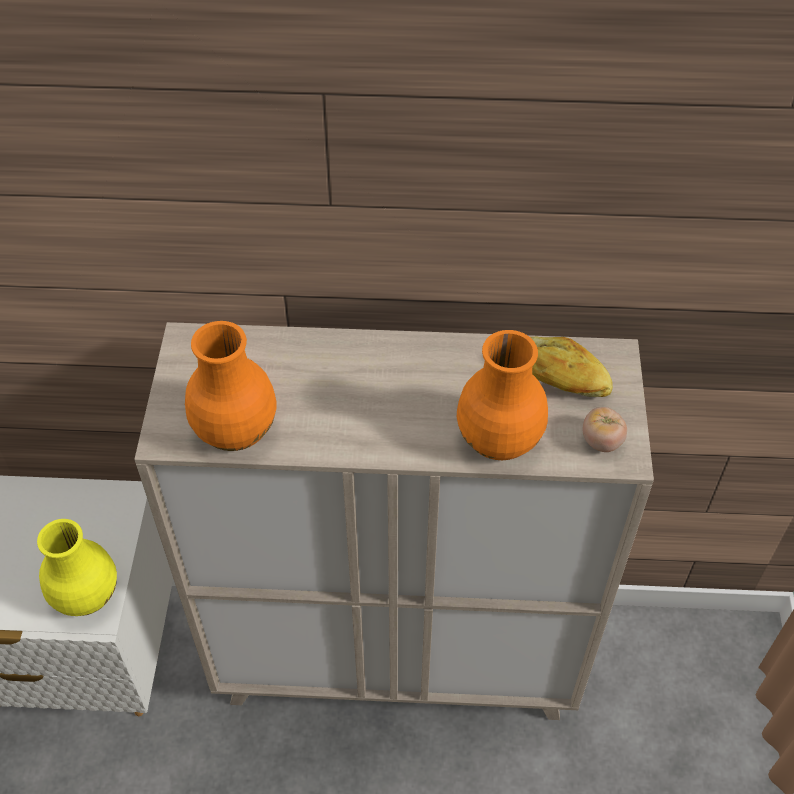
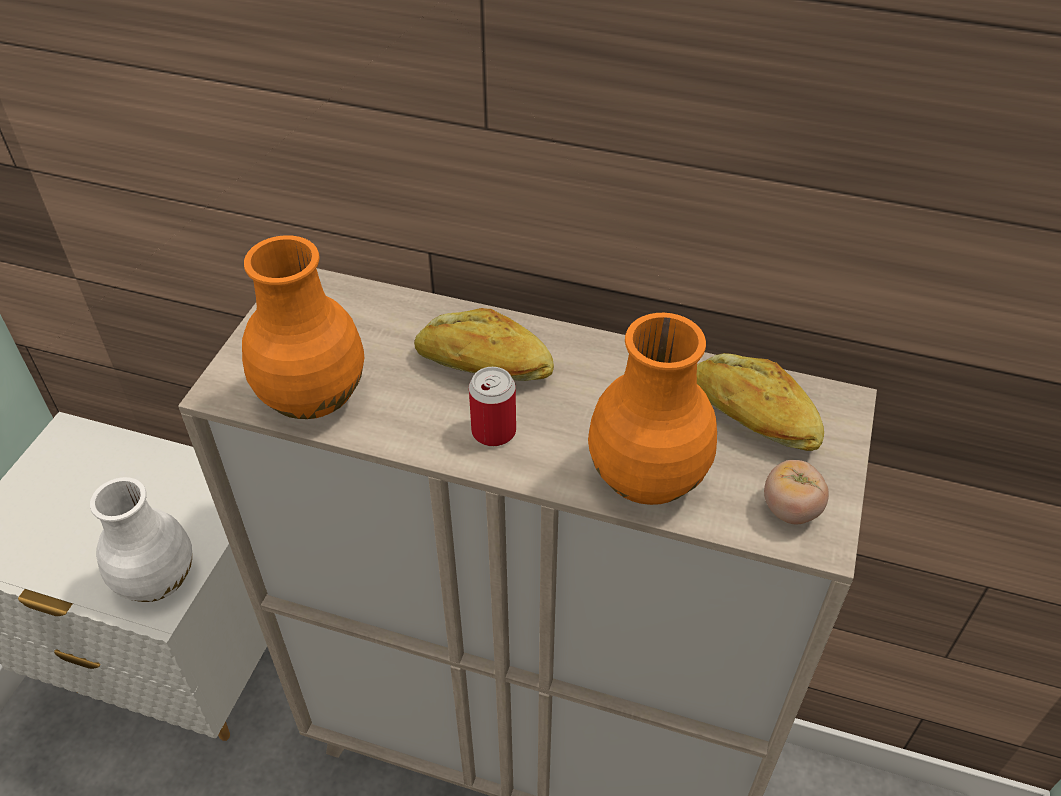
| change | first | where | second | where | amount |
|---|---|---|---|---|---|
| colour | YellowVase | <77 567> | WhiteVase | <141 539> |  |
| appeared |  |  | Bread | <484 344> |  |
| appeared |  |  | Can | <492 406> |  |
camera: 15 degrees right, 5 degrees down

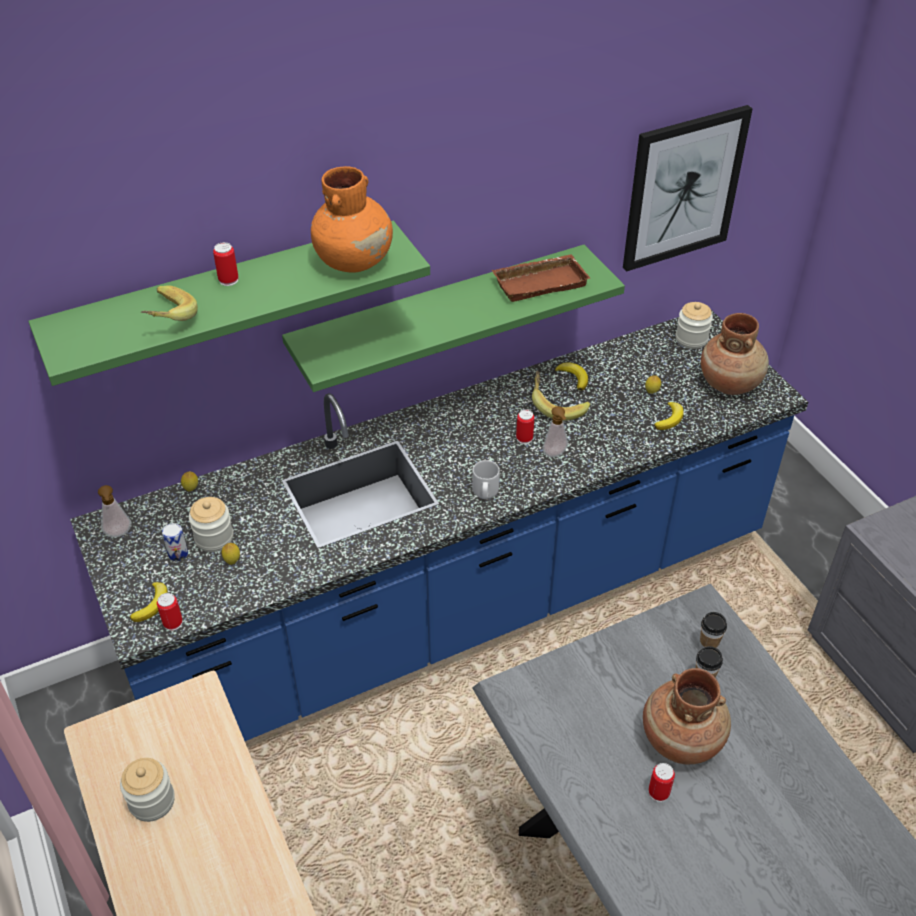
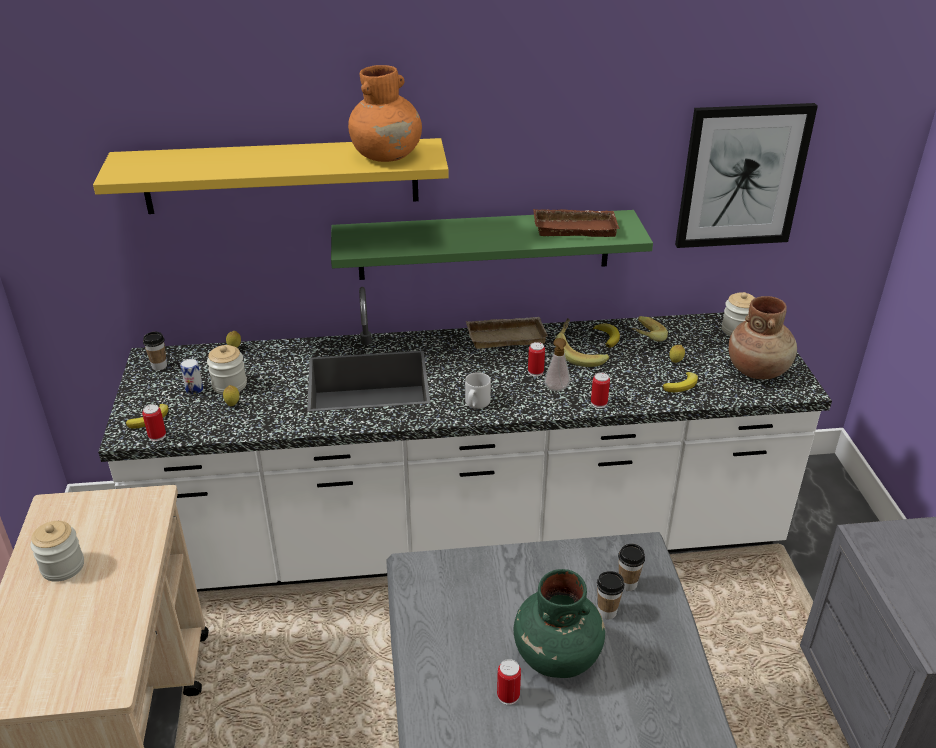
| change | first | where | second | where | amount |
|---|---|---|---|---|---|
| colour | GreenShelf | <229 303> | YellowShelf | <271 176> |  |
| colour | BlueCounter | <439 525> | WhiteCounter | <465 439> |  |
| exchanged | SoapDispenser | <114 511> | Cup | <155 351> |  |
| appeared |  |  | BeigeTray | <507 333> |  |
| colour | BrownVase | <687 716> | GreenVase | <559 623> |  |
| relocated | Can | <225 264> |  | <600 390> |  |
| relocated | Banana | <169 303> |  | <649 329> |  |
camera: 20 degrees right, 10 degrees down

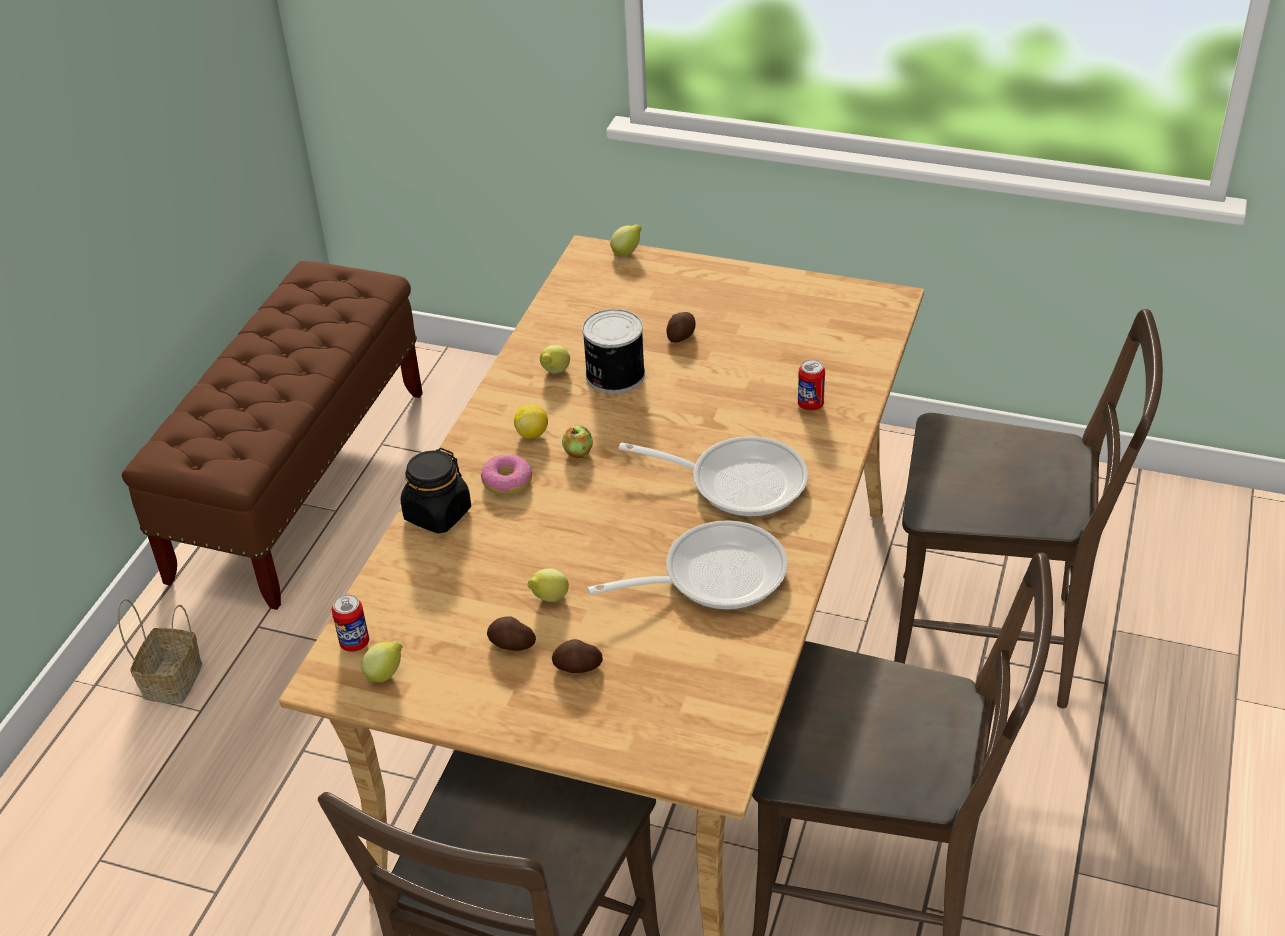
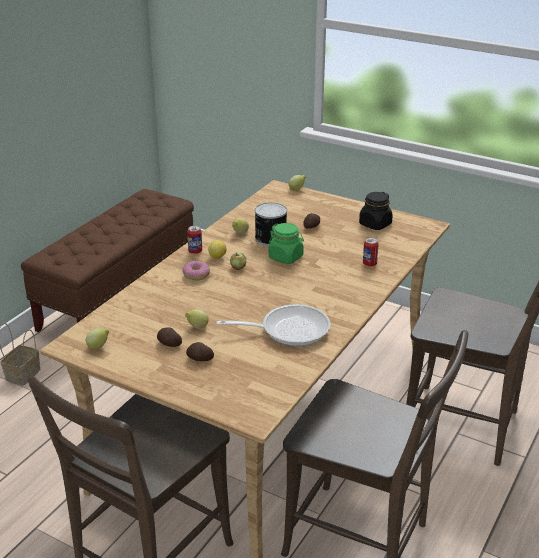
| change | first | where | second | where | amount |
|---|---|---|---|---|---|
| relocated | Can | <350 623> |  | <194 240> |  |
| appeared |  |  | GreenJar | <286 243> |  |
| relocated | BlackJar | <436 491> |  | <376 211> |  |
| missing | FryingPan | <713 476> |  |  |  |
camera: 10 degrees right, 10 degrees down

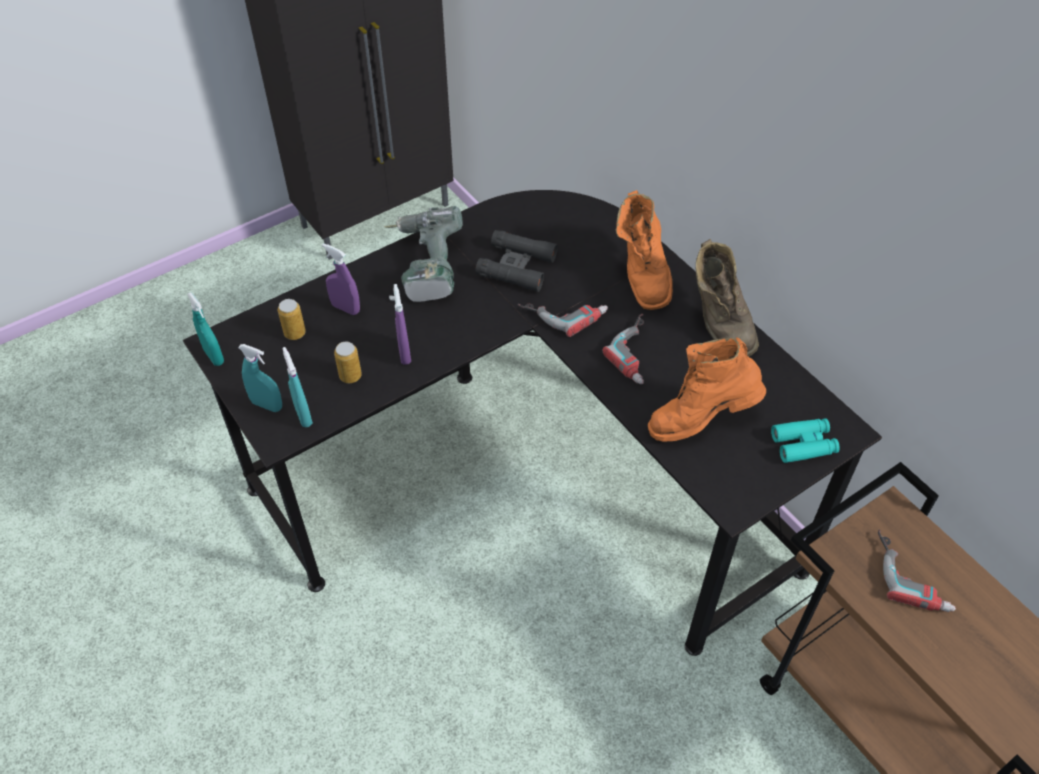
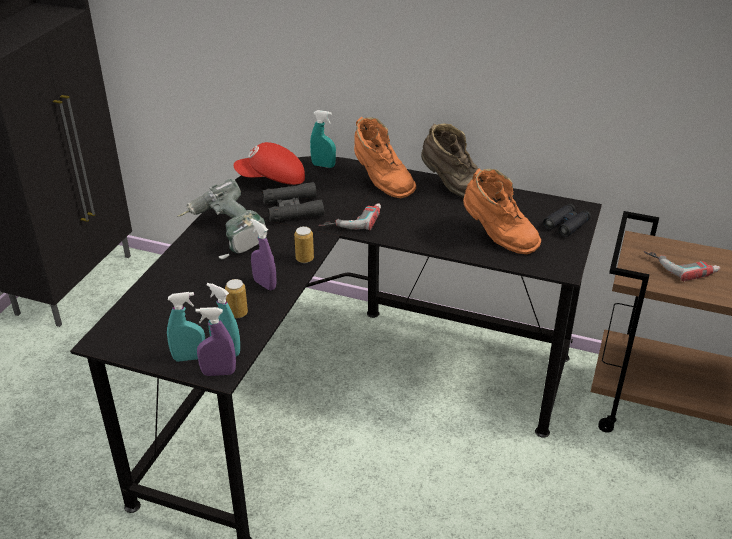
| change | first | where | second | where | amount |
|---|---|---|---|---|---|
| relocated | PurpleSprayBottle | <341 279> |  | <216 341> |  |
| appeared |  |  | RedCap | <269 163> |  |
| relocated | Can | <292 319> |  | <304 244> |  |
| relocated | TurquoiseSprayBottle | <205 329> |  | <323 139> |  |
| spun | OrangeBoot | <707 390> |  | <502 211> | 90 degrees counterclockwise |
| colour | TurquoiseBinoculars | <805 440> | BlackBinoculars | <567 220> |  |
| missing | PowerDrill | <623 349> |  |  |  |
camera: 35 degrees left, 15 degrees down

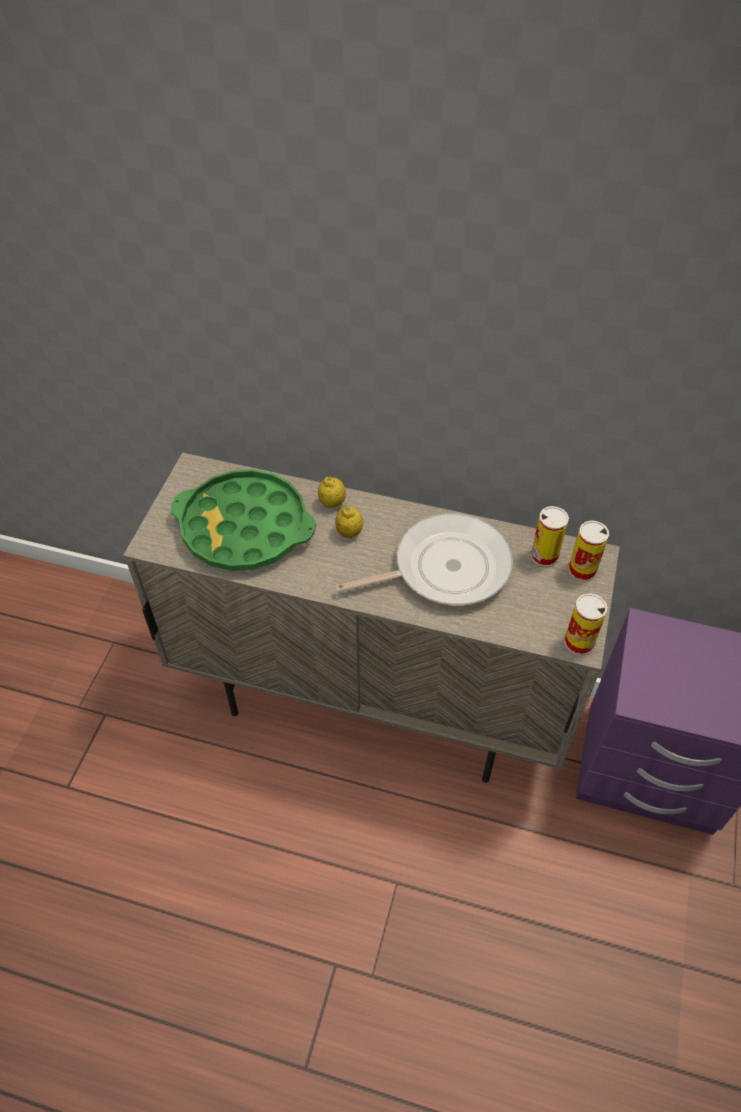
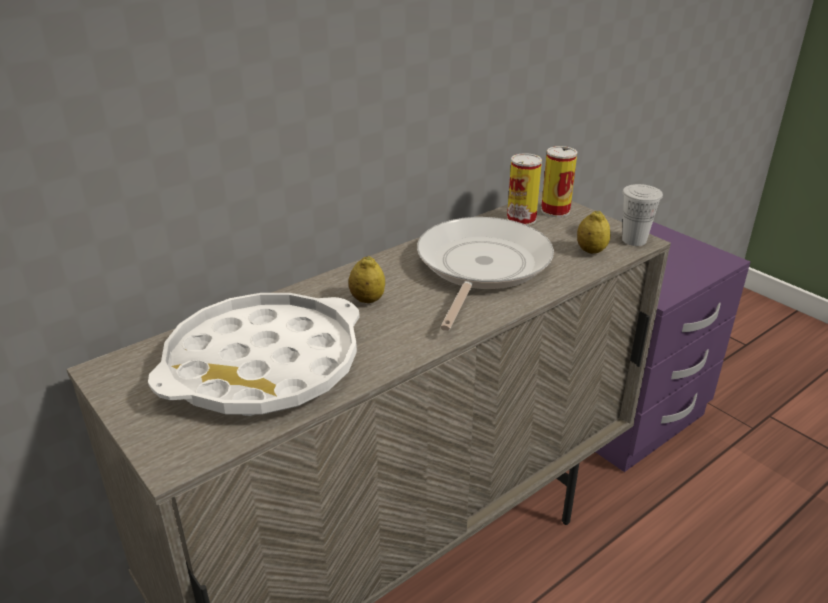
| change | first | where | second | where | amount |
|---|---|---|---|---|---|
| colour | GreenTray | <243 520> | WhiteTray | <254 354> |  |
| relocated | Lemon | <332 492> |  | <593 232> |  |
| exchanged | Can | <585 624> | WhiteCup | <642 215> |  |
camera: 55 degrees left, 20 degrees down

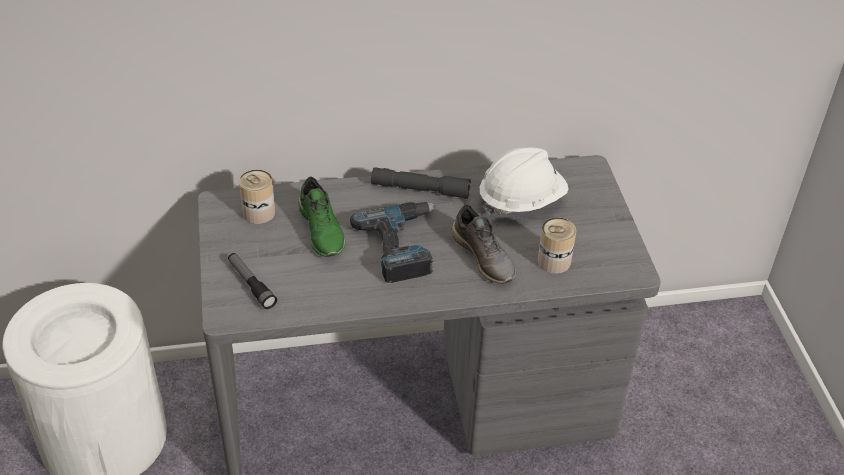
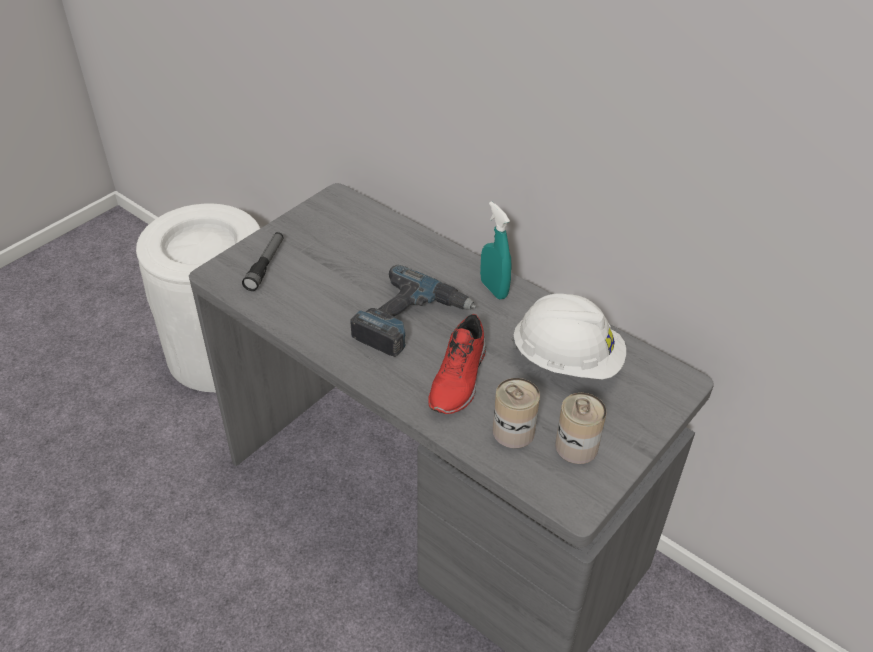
| change | first | where | second | where | amount |
|---|---|---|---|---|---|
| colour | GreyShoe | <483 244> | RedShoe | <457 364> |  |
| exchanged | GreyFlashlight | <421 183> | TurquoiseSprayBottle | <496 250> |  |
| relocated | Can | <257 197> |  | <580 428> |  |
| missing | GreenShoe | <321 216> |  |  |  |
camera: 50 degrees right, 0 degrees up

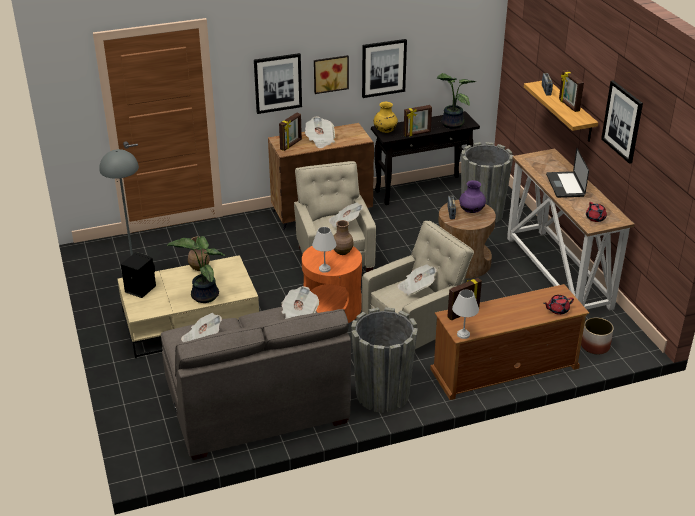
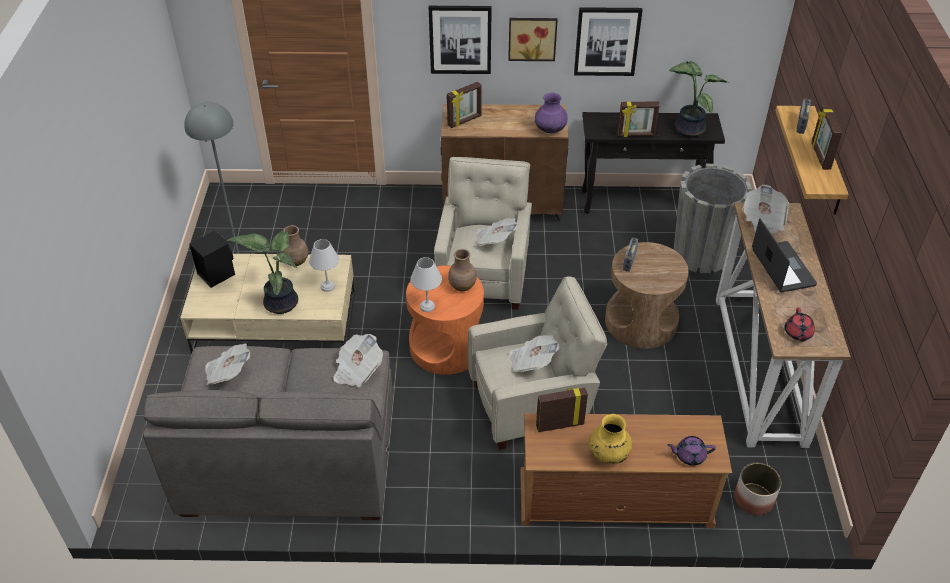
| change | first | where | second | where | amount |
|---|---|---|---|---|---|
| relocated | WhiteTableLamp | <465 314> |  | <324 265> |  |
| relocated | PurpleVase | <472 196> |  | <551 113> |  |
| relocated | YellowVase | <385 117> |  | <610 439> |  |
| colour | RedTeapot | <558 305> | PurpleTeapot | <691 451> |  |
| relocated | Newspaper | <320 132> |  | <766 209> |  |
| spun | Laptop | <567 173> |  | <784 255> | 150 degrees clockwise |
| missing | GreyPlanter | <384 360> |  |  |  |
| missing | Picture | <622 122> |  |  |  |
camera: 20 degrees right, 10 degrees up

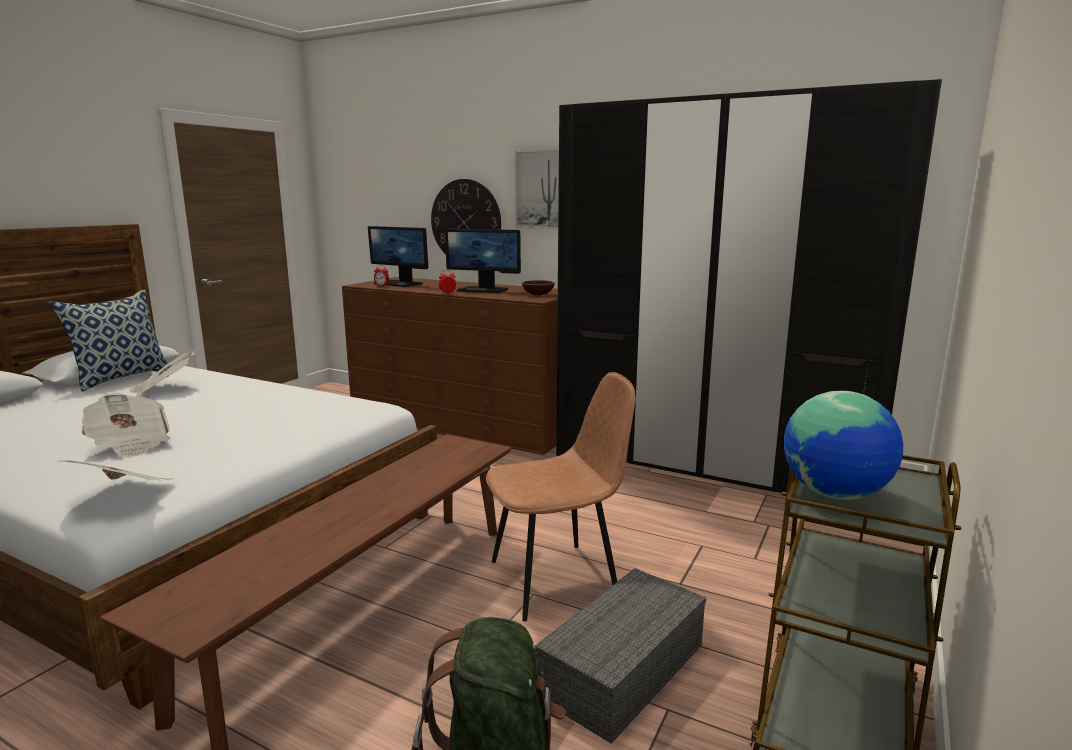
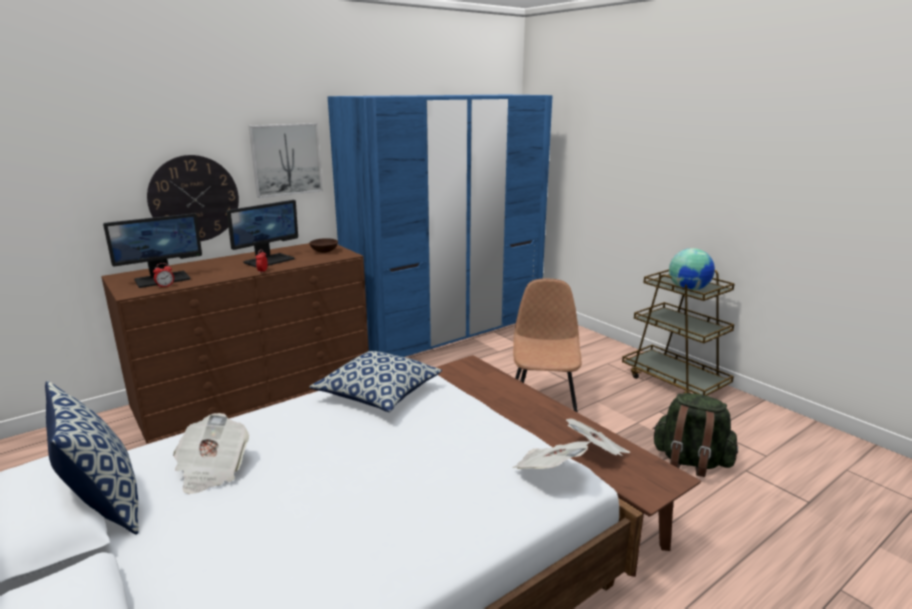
| change | first | where | second | where | amount |
|---|---|---|---|---|---|
| appeared |  |  | Pillow | <375 381> |  |
| colour | BlackWardrobe | <749 286> | BlueWardrobe | <440 226> |  |
| relocated | Newspaper | <126 425> |  | <598 437> |  |
| missing | GreyStorageBox | <620 656> |  |  |  |
camera: 65 degrees left, 5 degrees up

